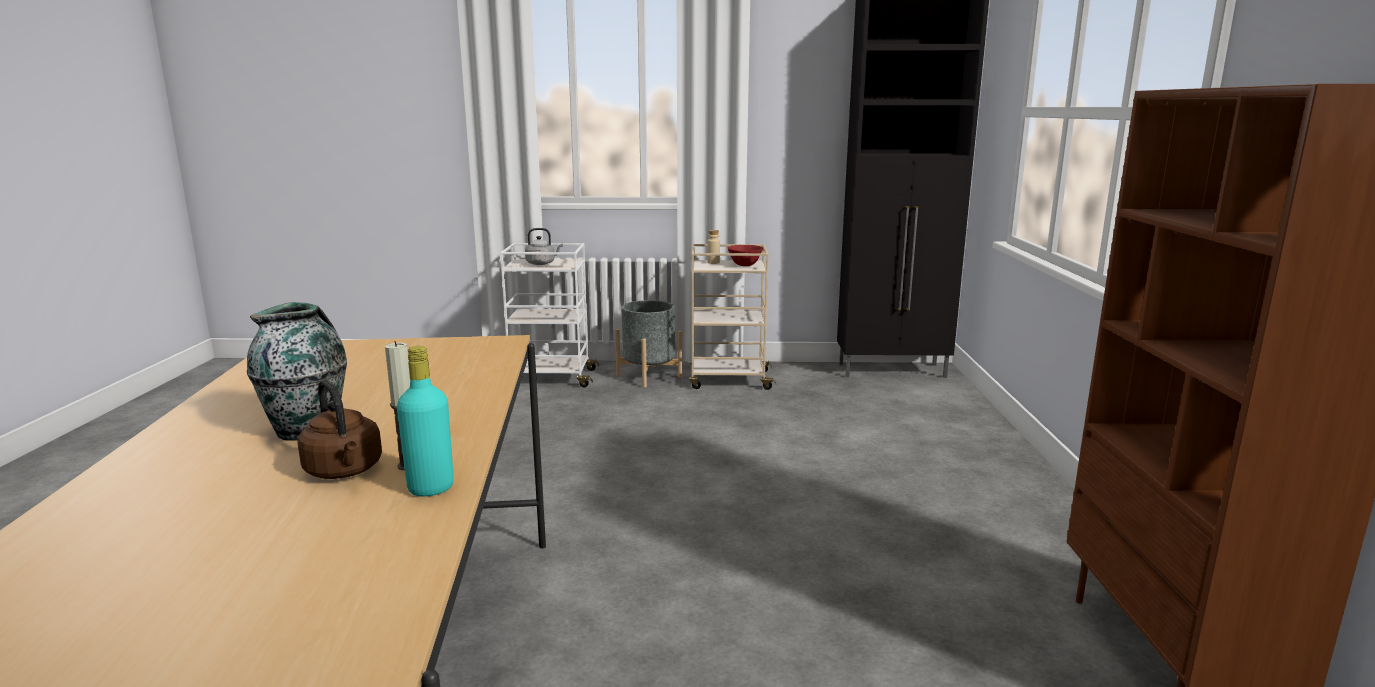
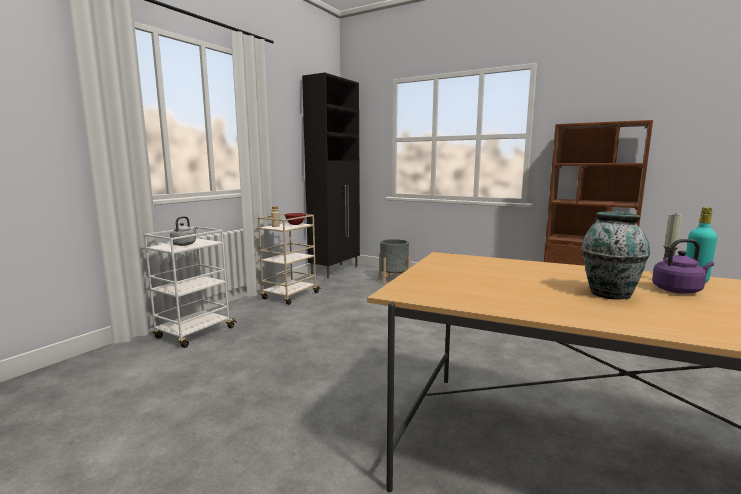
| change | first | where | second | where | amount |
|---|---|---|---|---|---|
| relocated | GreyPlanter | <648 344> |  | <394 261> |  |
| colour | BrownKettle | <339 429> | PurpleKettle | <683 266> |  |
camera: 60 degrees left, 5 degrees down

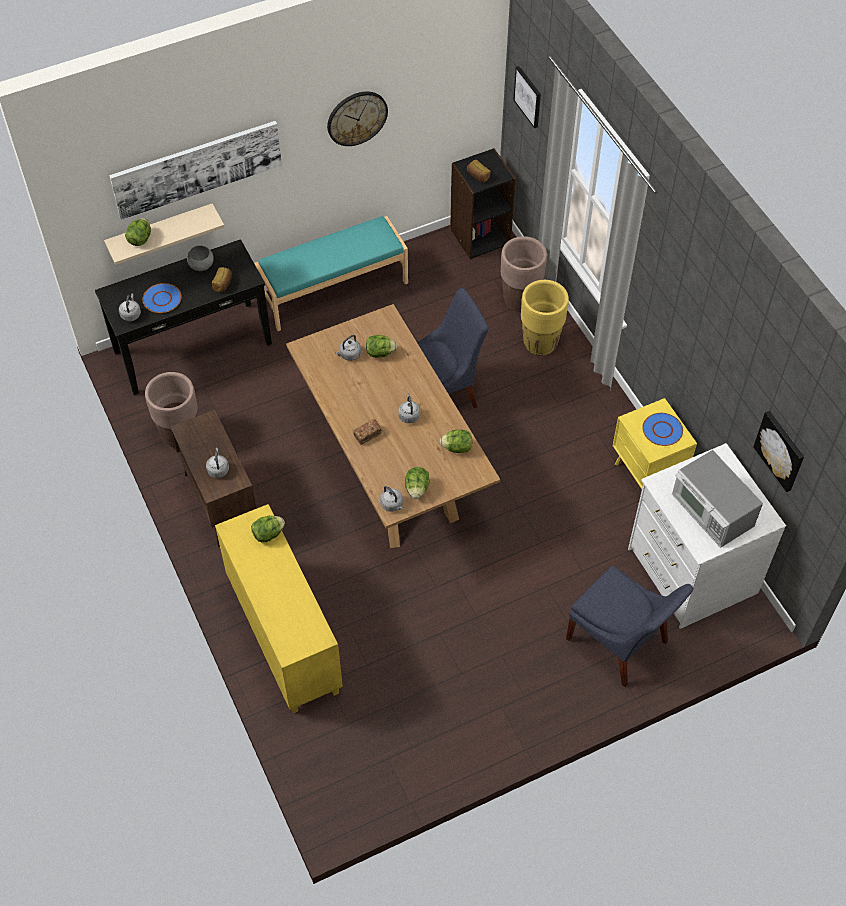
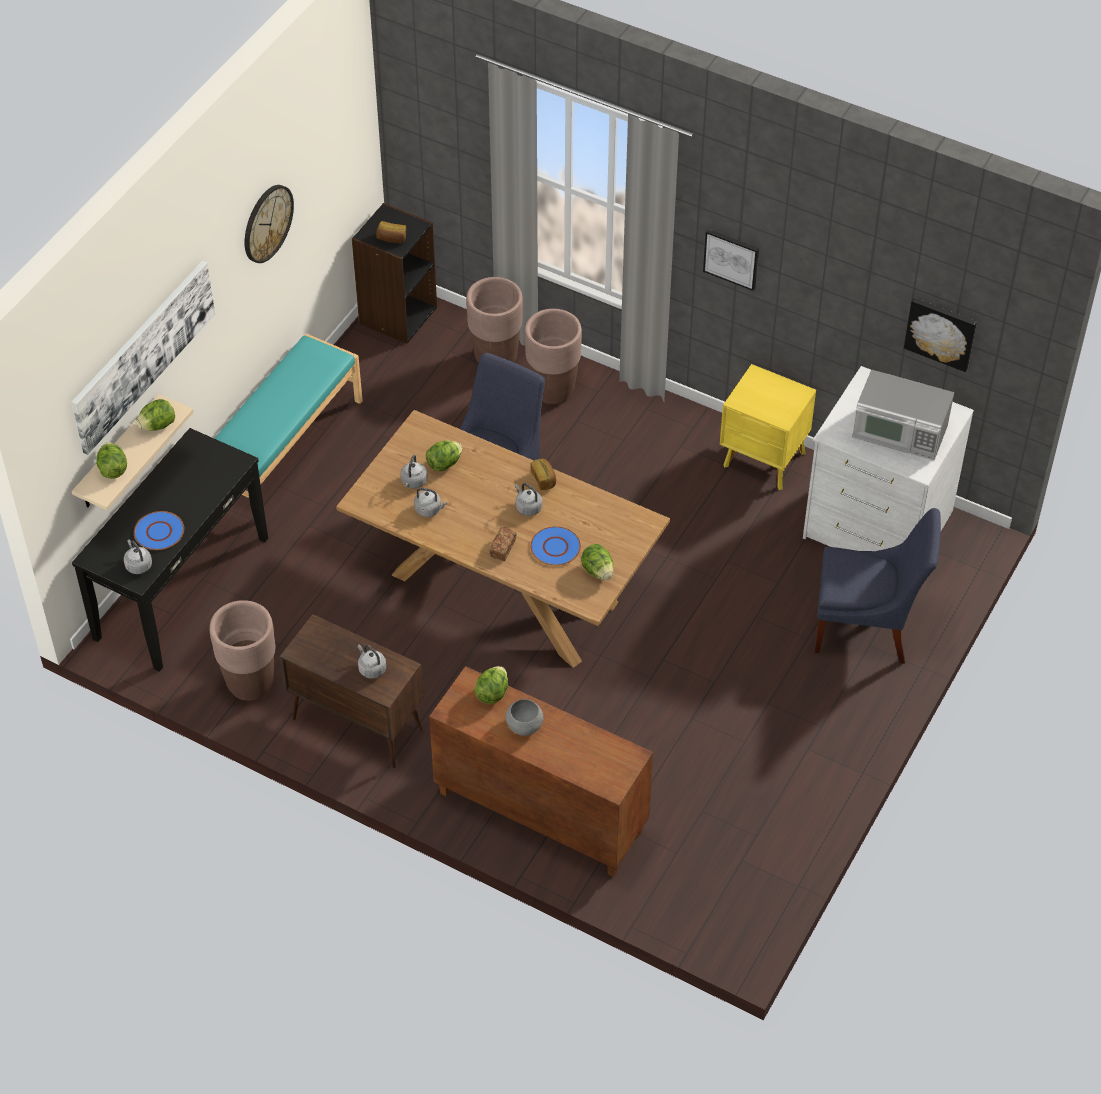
| change | first | where | second | where | amount |
|---|---|---|---|---|---|
| relocated | Lettuce | <456 441> |  | <155 415> |  |
| relocated | GreyKettle | <391 499> |  | <430 502> |  |
| colour | YellowCabinet | <279 609> | BrownCabinet | <541 771> |  |
| relocated | GreyBowl | <200 258> |  | <524 717> |  |
| colour | YellowPlanter | <545 318> | BrownPlanter | <553 356> |  |
| relocated | BluePlate | <662 429> |  | <555 546> |  |
| relocated | Bread | <222 279> |  | <543 474> |  |
| relocated | Picture | <527 97> |  | <731 260> |  |
camera: 35 degrees left, 5 degrees down

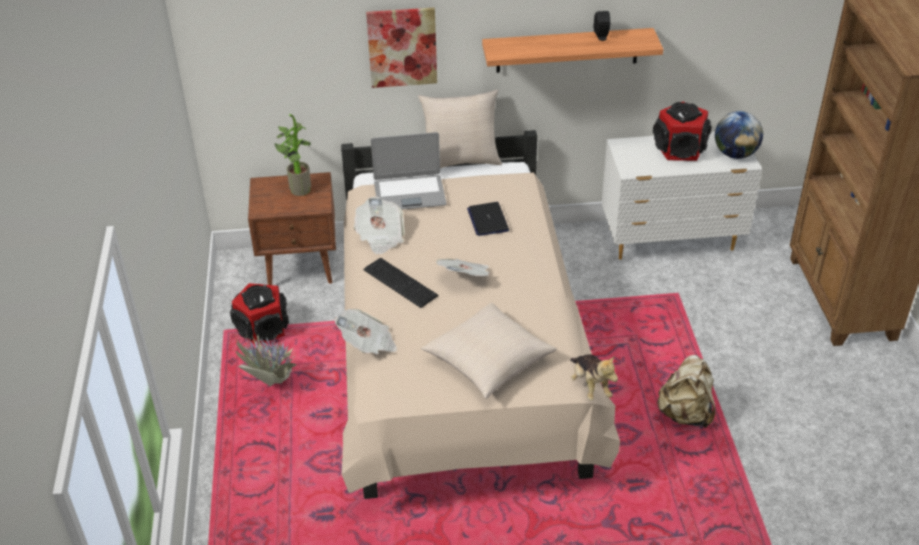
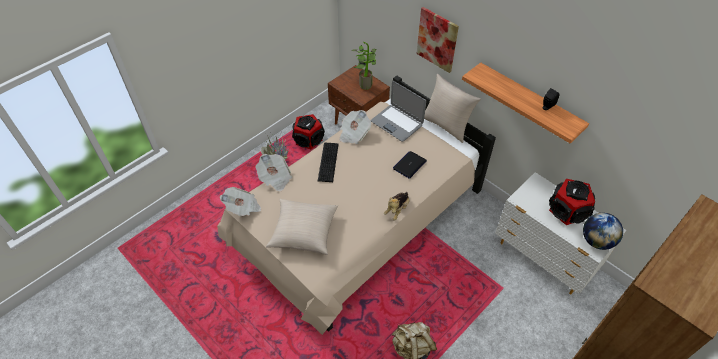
| change | first | where | second | where | amount |
|---|---|---|---|---|---|
| relocated | Newspaper | <463 267> |  | <241 201> |  |
| relocated | PlushToy | <594 377> |  | <396 206> |  |
camera: 50 degrees right, 10 degrees up

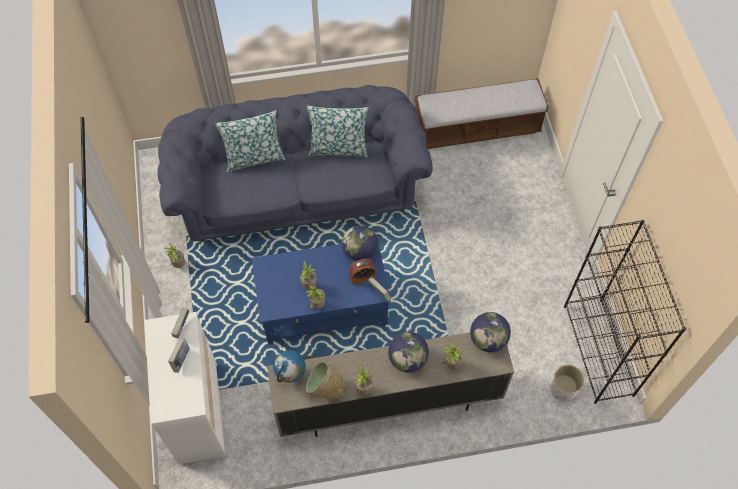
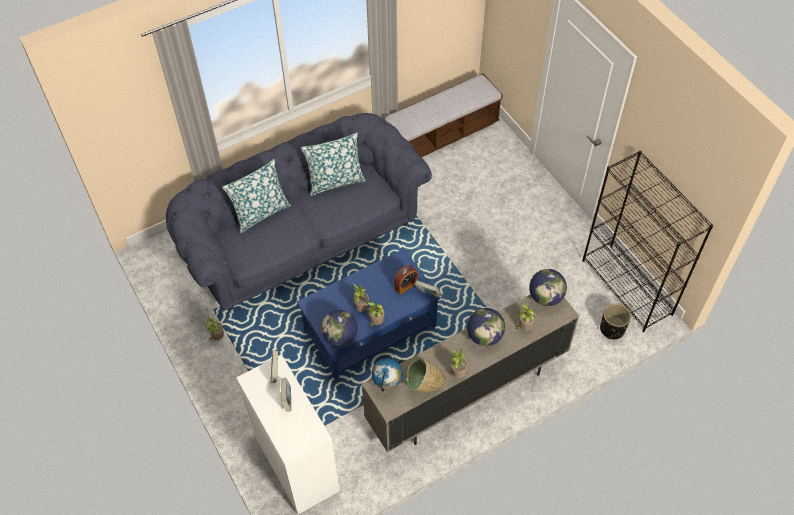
| change | first | where | second | where | amount |
|---|---|---|---|---|---|
| relocated | Globe | <360 243> |  | <339 328> |  |
| colour | WhitePlanter | <567 383> | BlackPlanter | <615 321> |  |
camera: 20 degrees left, 5 degrees down

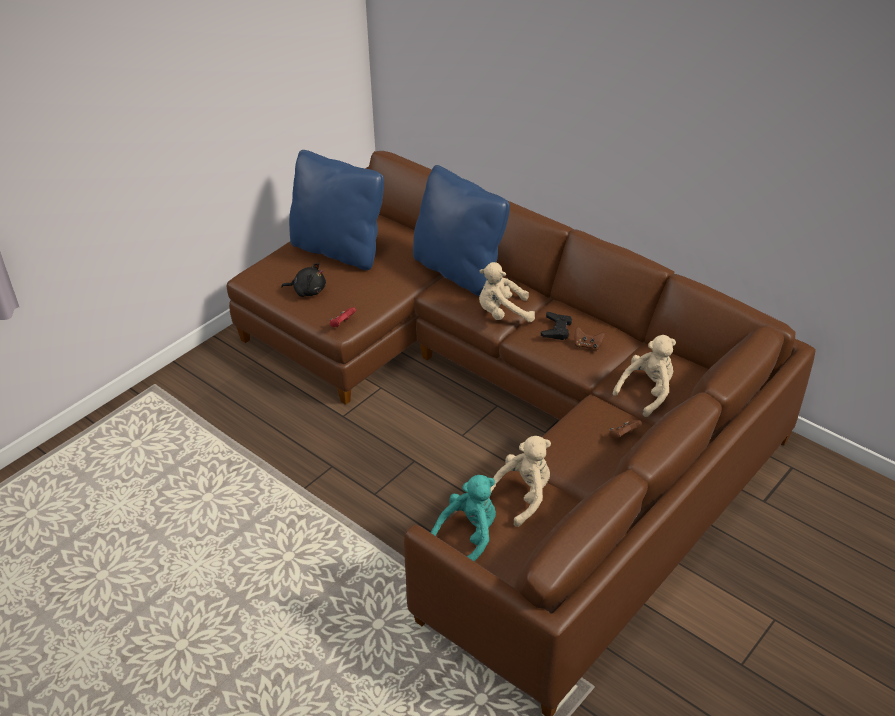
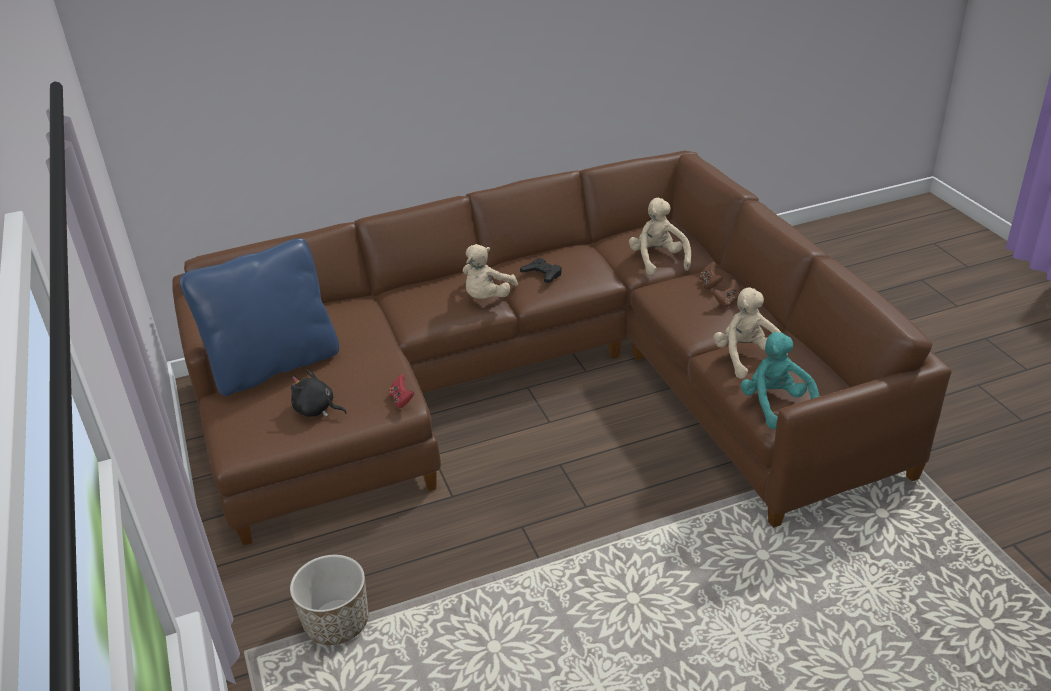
| change | first | where | second | where | amount |
|---|---|---|---|---|---|
| appeared |  |  | Planter | <329 600> |  |
| spun | BlackPlushToy | <303 280> |  | <319 393> | 105 degrees counterclockwise |
| relocated | BrownGameController | <590 339> |  | <726 293> |  |
| missing | BluePillow | <461 230> |  |  |  |
camera: 60 degrees left, 5 degrees down

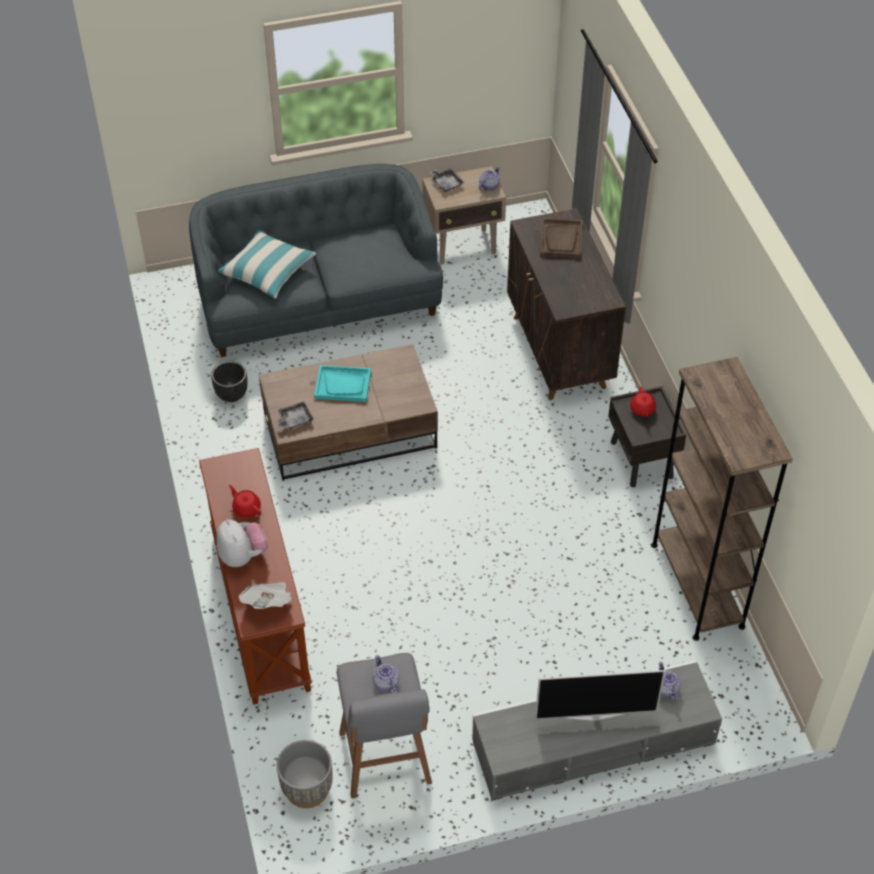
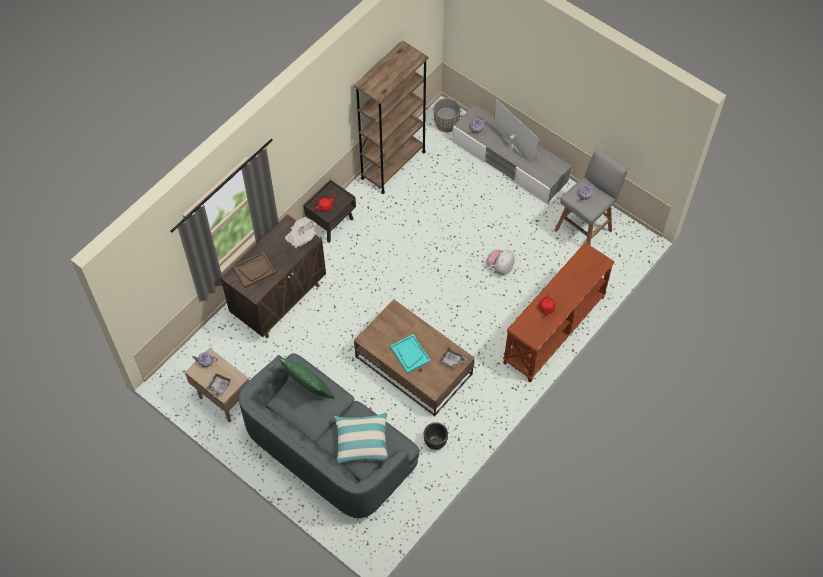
| change | first | where | second | where | amount |
|---|---|---|---|---|---|
| appeared |  |  | GreenPillow | <307 378> |  |
| relocated | Newspaper | <265 595> |  | <300 232> |  |
| relocated | GreyPlanter | <304 774> |  | <447 115> |  |
| relocated | PlushToy | <242 543> |  | <500 262> |  |
camera: 125 degrees left, 10 degrees up

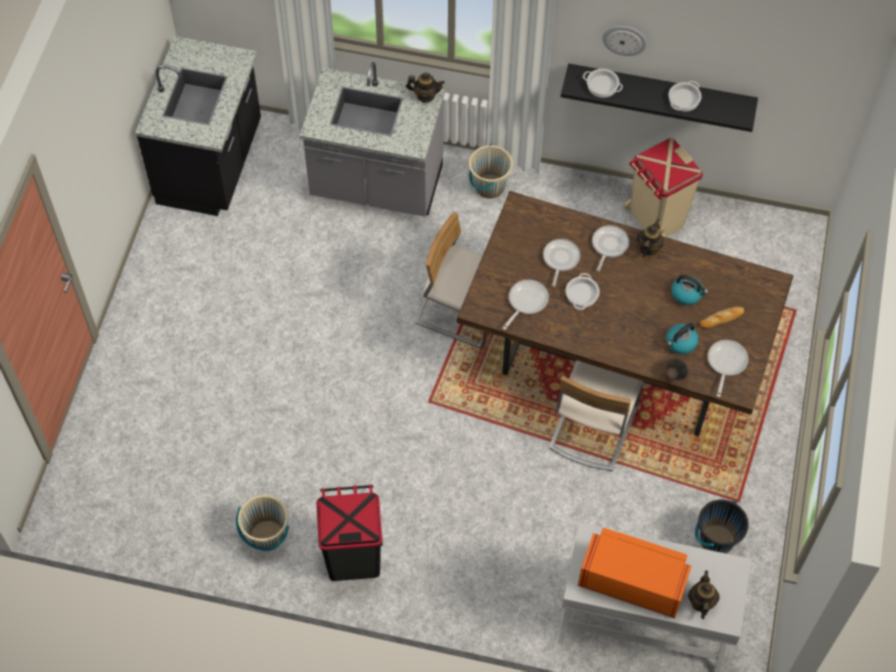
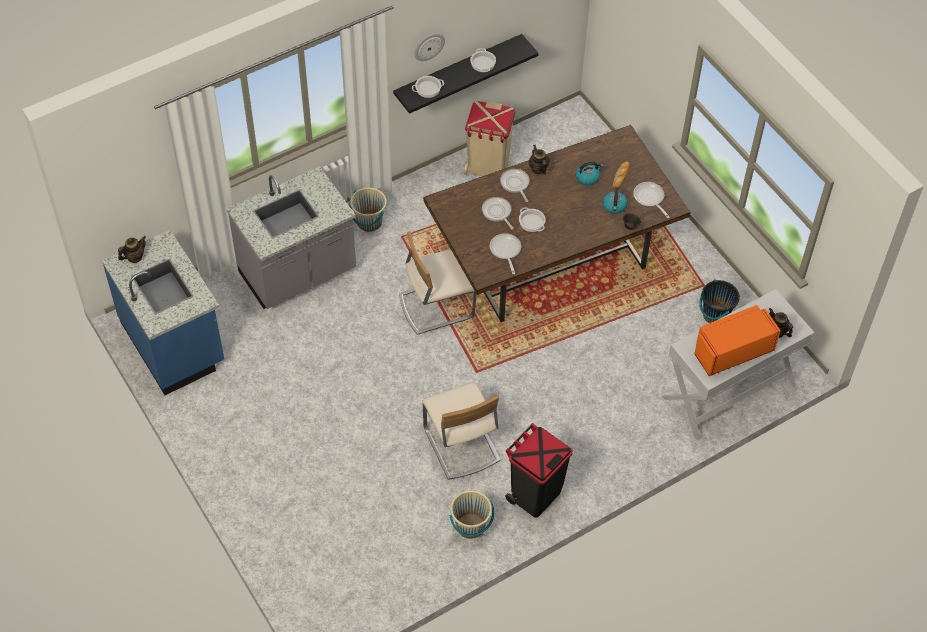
| change | first | where | second | where | amount |
|---|---|---|---|---|---|
| colour | BlackCounter | <198 126> | BlueCounter | <163 312> |  |
| relocated | Teapot | <425 88> |  | <132 249> |  |
| relocated | BeigeChair | <596 415> |  | <461 431> |  |
camera: 45 degrees left, 5 degrees down

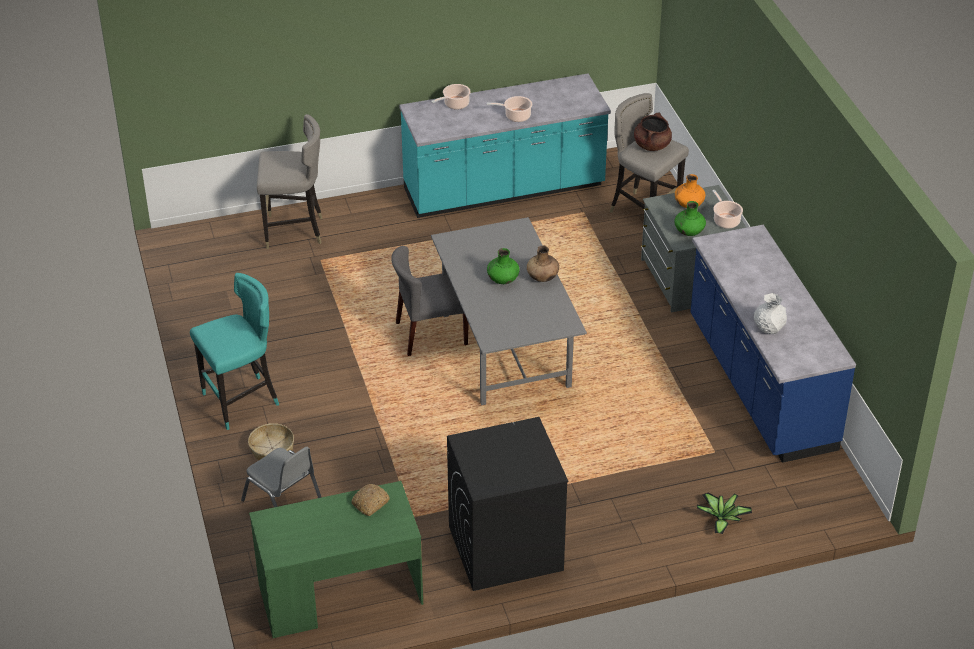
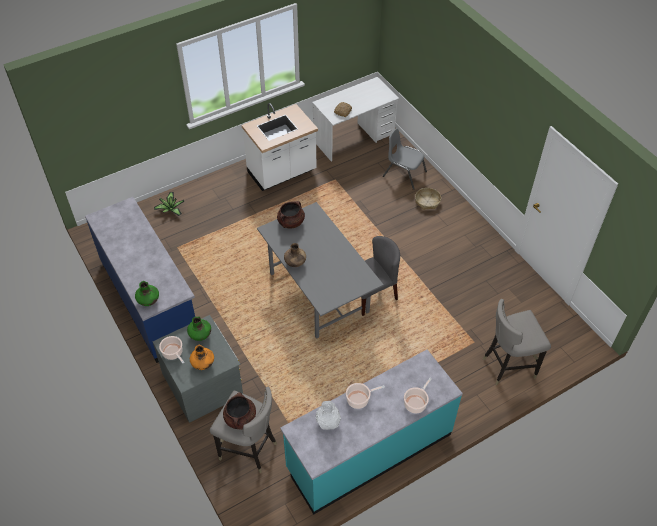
| change | first | where | second | where | amount |
|---|---|---|---|---|---|
| relocated | GreenVase | <503 266> |  | <147 293> |  |
| exchanged | BlackWashingMachine | <507 504> | WhiteCounter | <280 147> |  |
| appeared |  |  | BrownCookingPot | <291 215> |  |
| colour | GreenDesk | <336 559> | WhiteDesk | <355 119> |  |
| relocated | WhiteVase | <770 313> |  | <328 415> |  |
| missing | TurquoiseStool | <234 351> |  |  |  |
camera: 165 degrees right, 10 degrees up

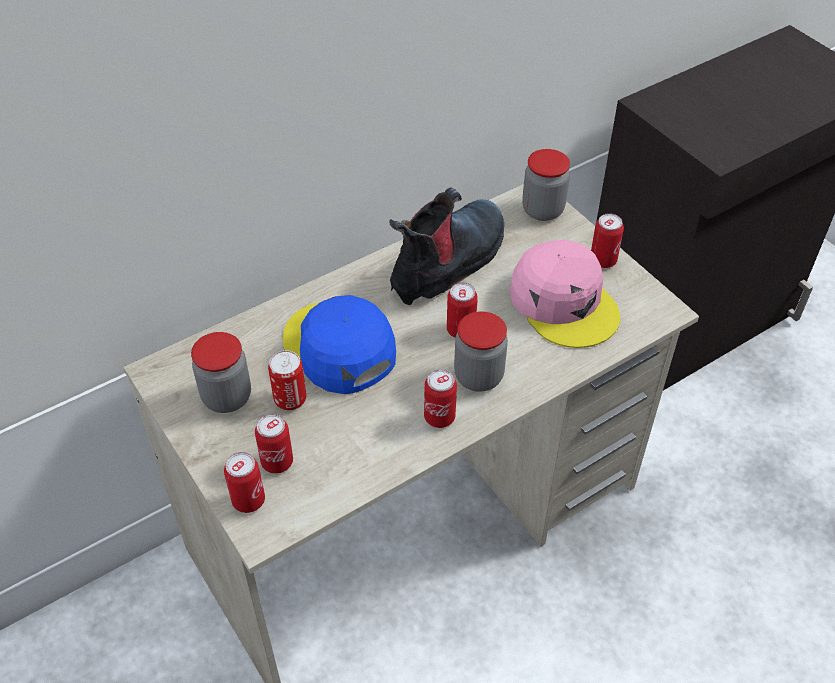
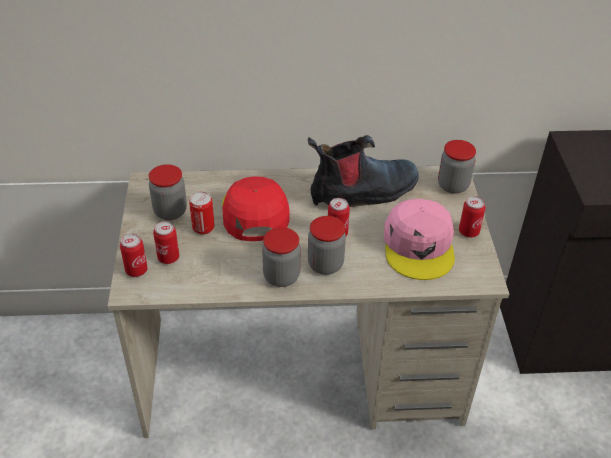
| change | first | where | second | where | amount |
|---|---|---|---|---|---|
| colour | BlueCap | <339 344> | RedCap | <256 208> |  |
| exchanged | Can | <440 398> | Jar | <281 257> |  |
camera: 30 degrees right, 5 degrees down

